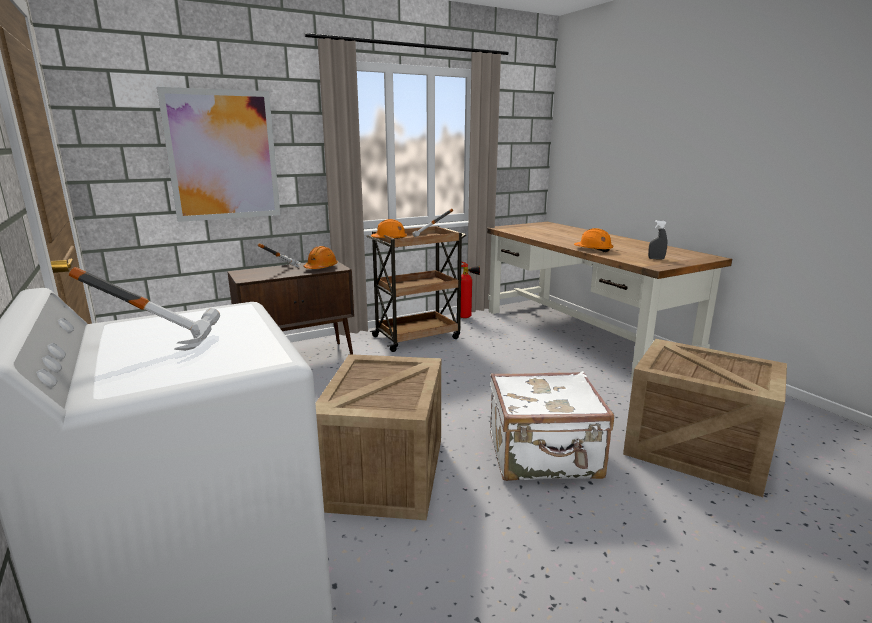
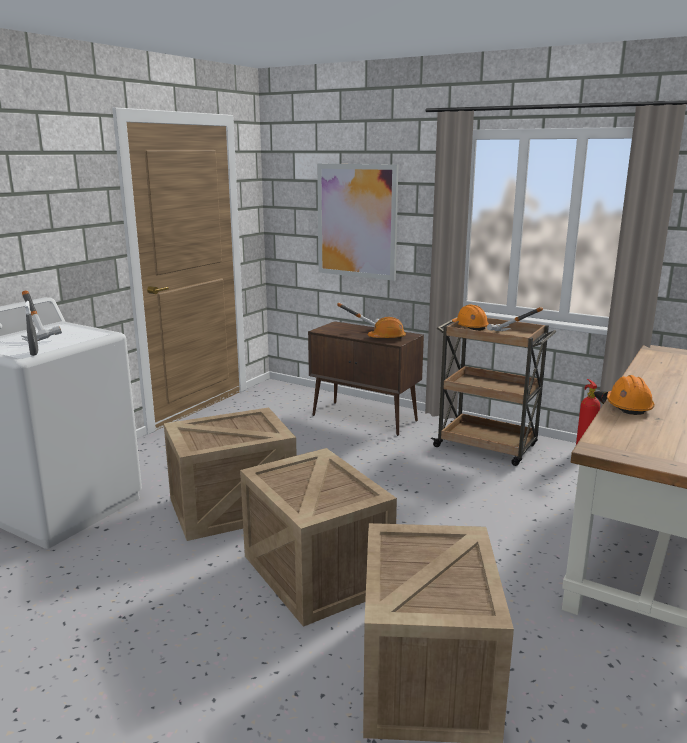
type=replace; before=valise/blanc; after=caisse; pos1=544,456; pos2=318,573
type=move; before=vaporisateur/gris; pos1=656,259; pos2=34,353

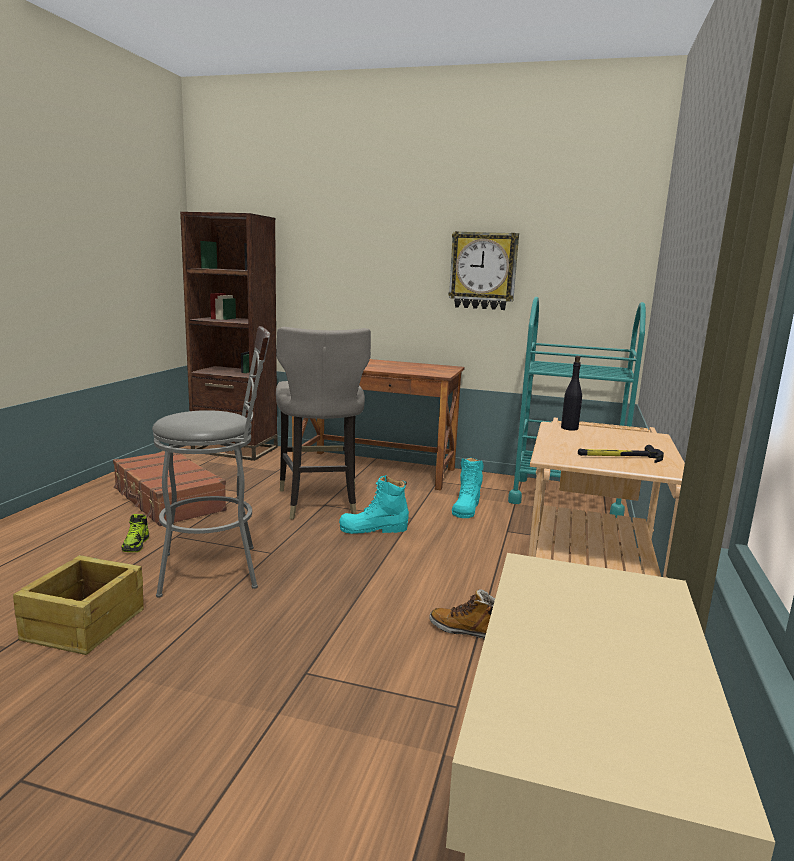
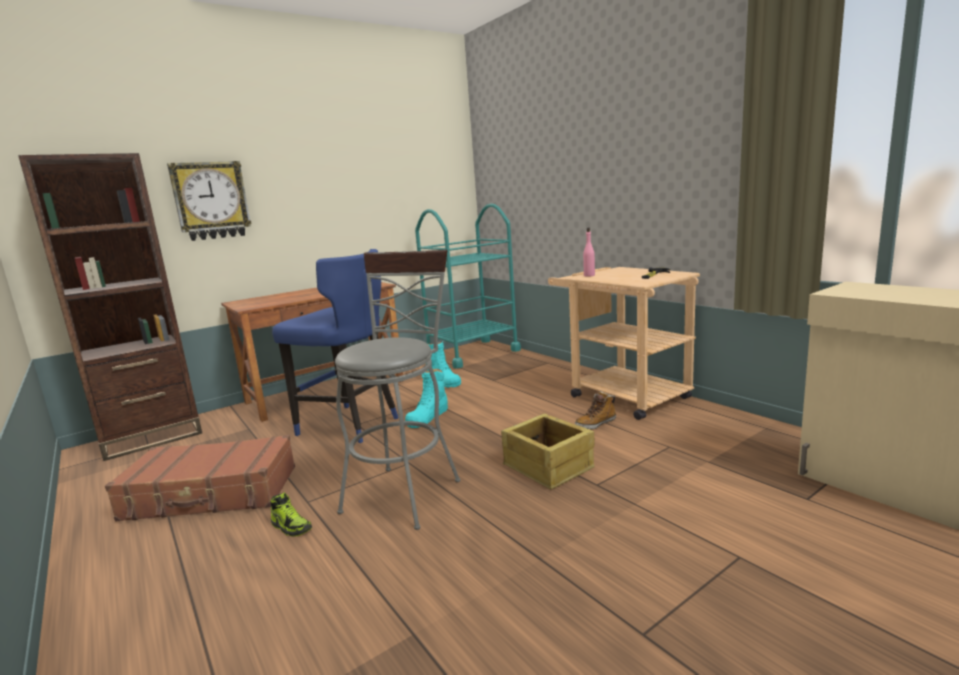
type=move; before=caisse; pos1=83,624; pos2=548,467
type=recolor; before=tabouret/gris; after=tabouret/bleu; pos1=319,503; pos2=350,425
type=move; before=horloge murale; pos1=483,271; pos2=211,201
type=recolor; before=bouteille/noir; after=bouteille/rose; pos1=569,428; pos2=589,275

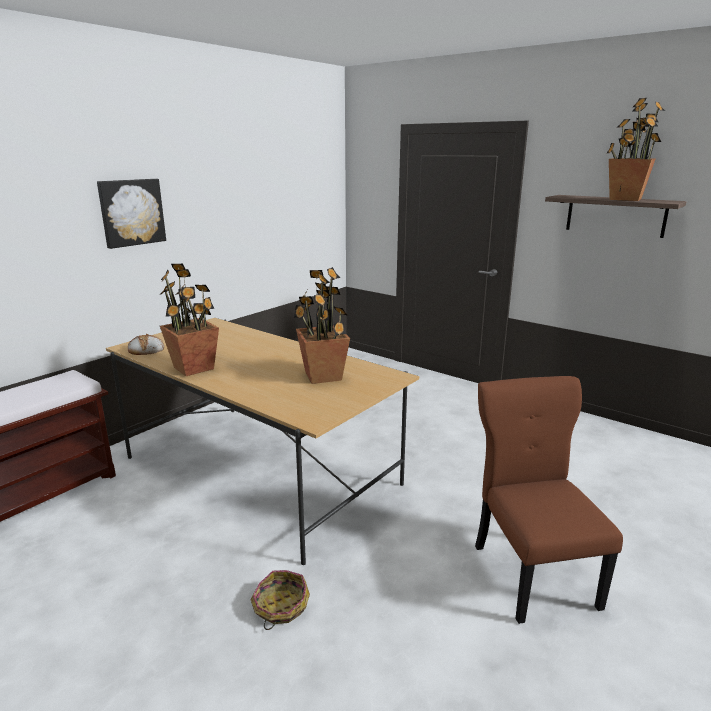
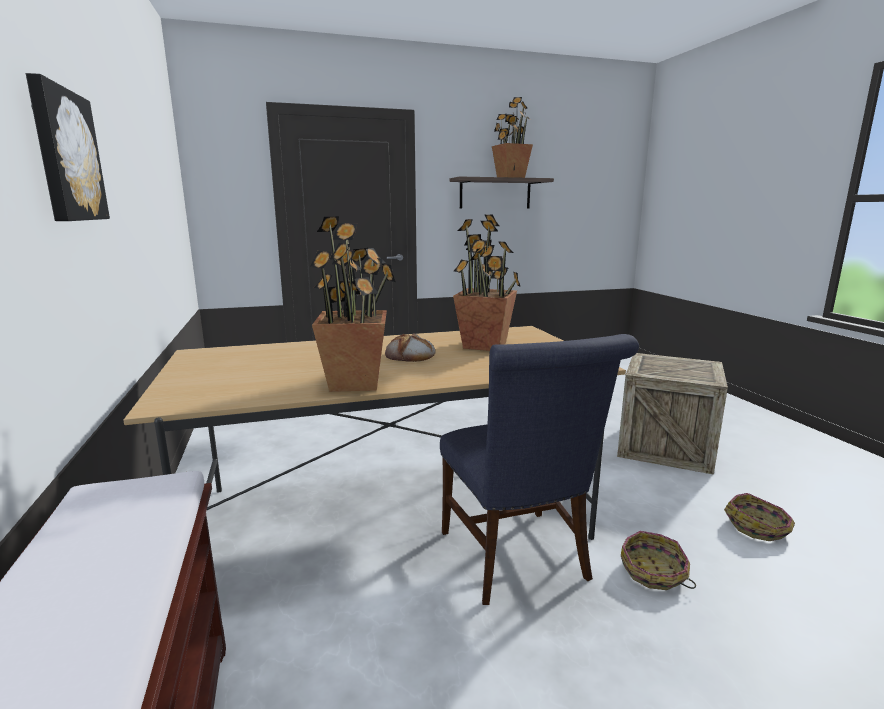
type=move; before=pain; pos1=146,349; pos2=410,355
type=replace; before=chaise/marron; after=caisse; pos1=532,572; pos2=665,447
type=insert; after=chaise/bleu; pos2=518,560
type=insert; after=panier; pos2=758,527

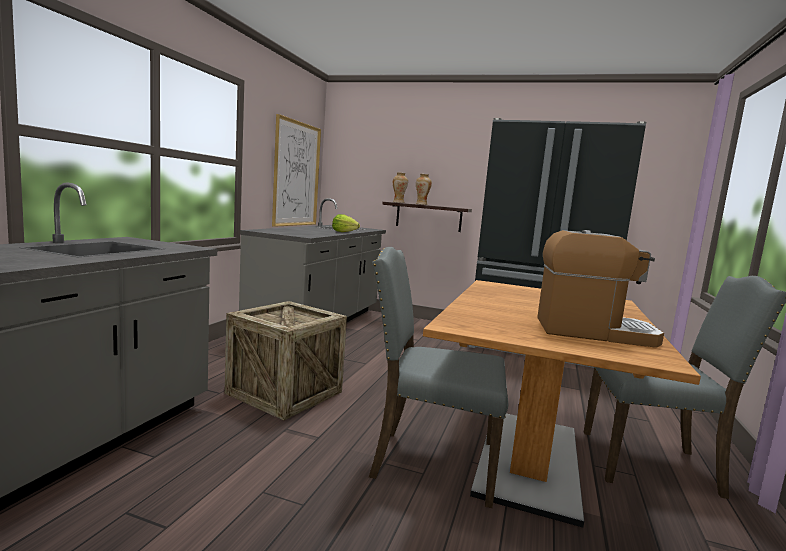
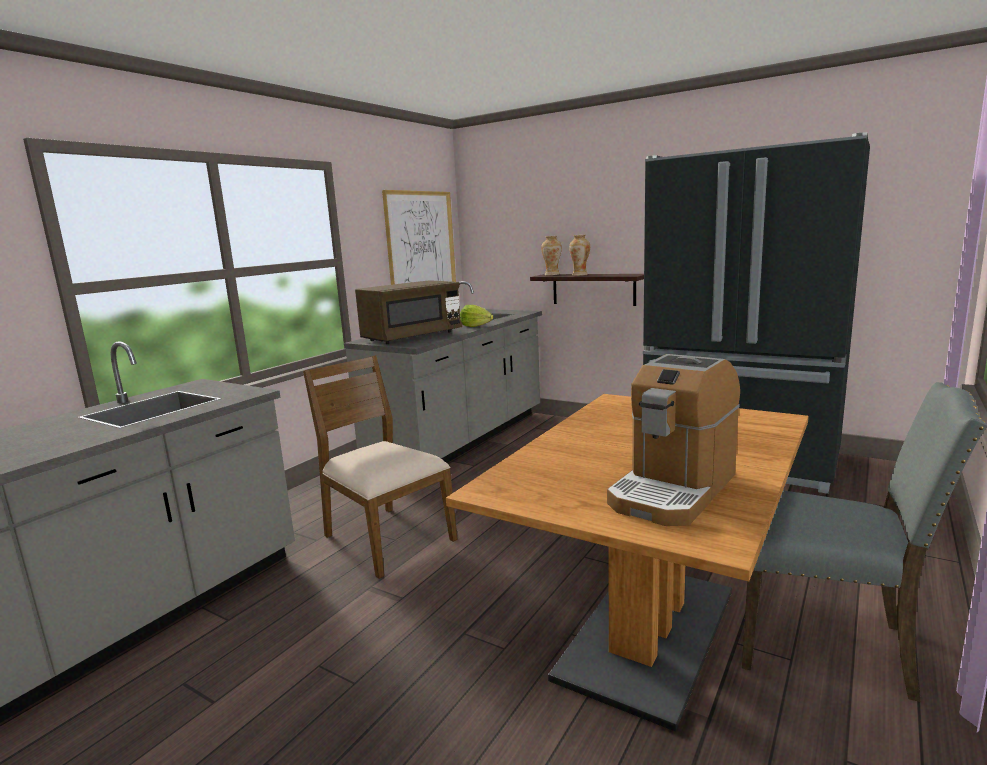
type=replace; before=caisse; after=chaise/marron; pos1=284,392; pos2=386,538
type=delete; before=chaise/gris; pos1=430,463
type=rotate; before=machine à café; pos1=593,332; pos2=673,490; turn=105
type=insert; after=micro-ondes/marron; pos2=412,337

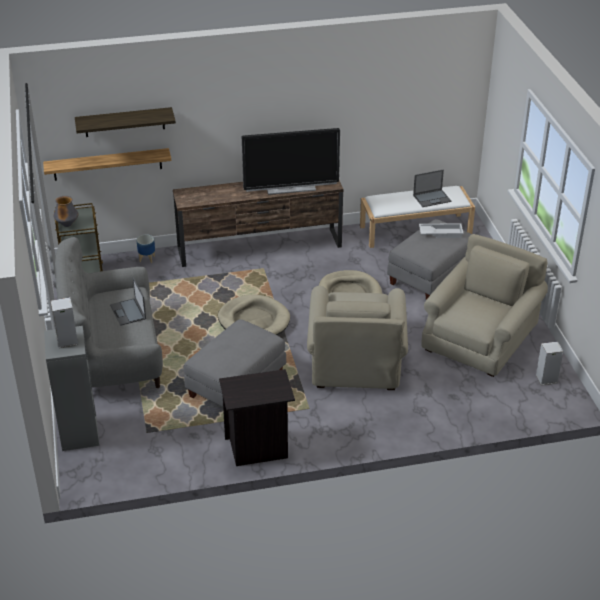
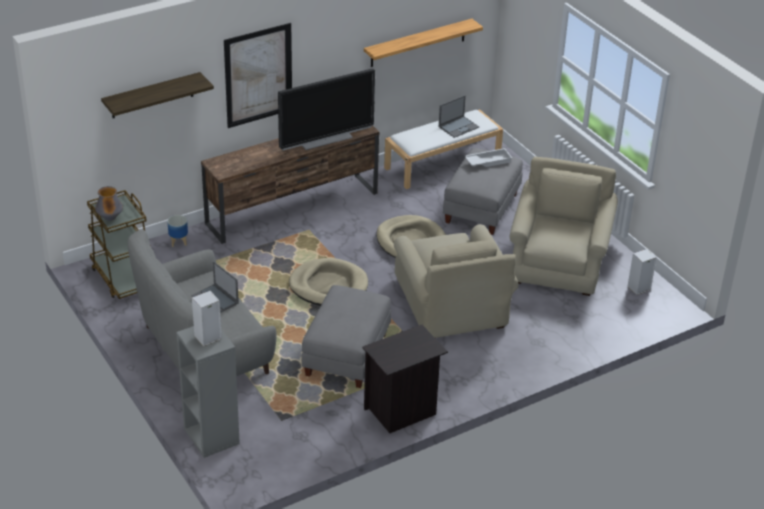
type=move; before=étagère; pos1=107,164; pos2=418,43
type=insert; after=tableau; pos2=258,75

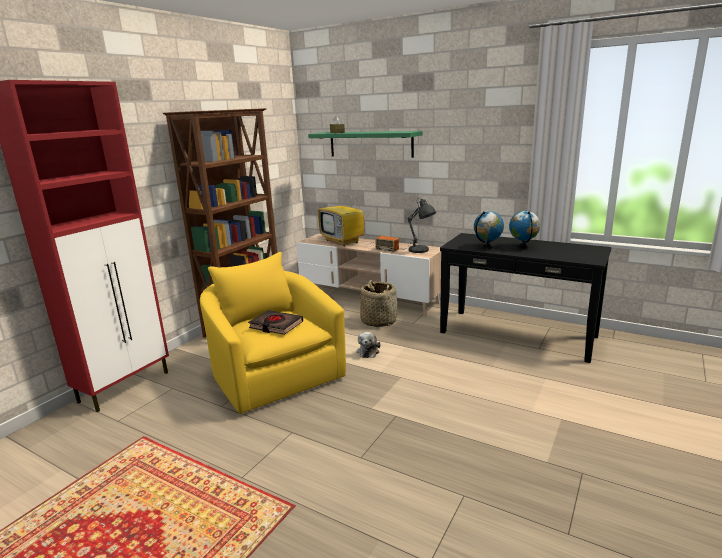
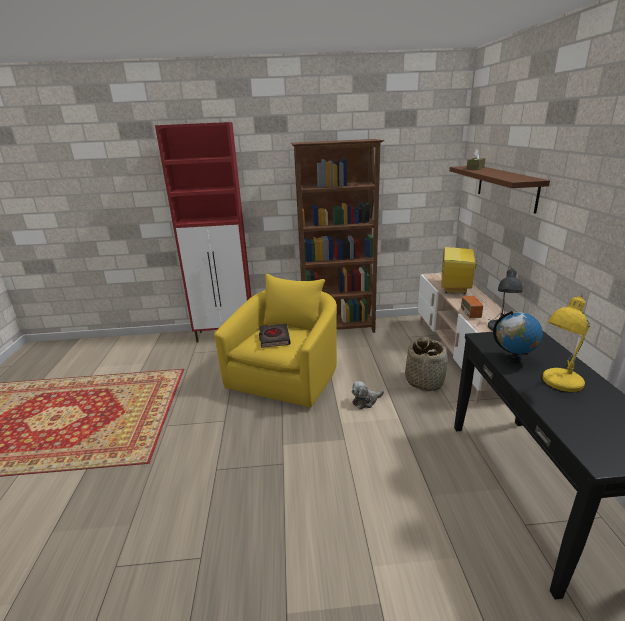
type=recolor; before=étagère/vert; after=étagère/marron; pos1=370,144; pos2=506,187
type=replace; before=globe; after=lampe de table/jaune; pos1=523,246; pos2=559,383

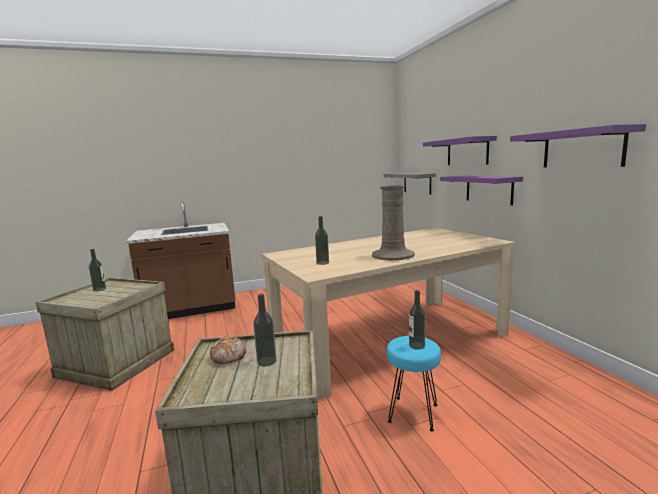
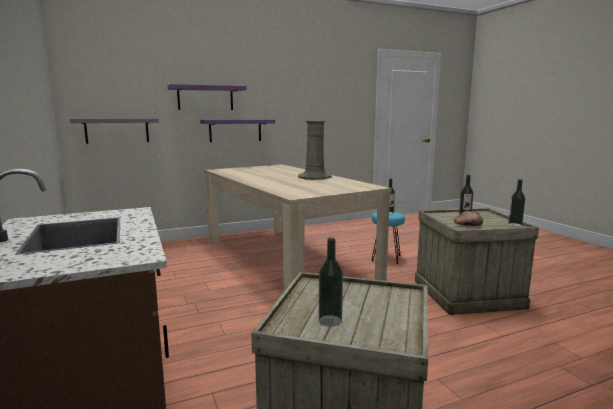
type=move; before=bouteille; pos1=322,263; pos2=515,225
type=delete; before=étagère/violet; pos1=582,148

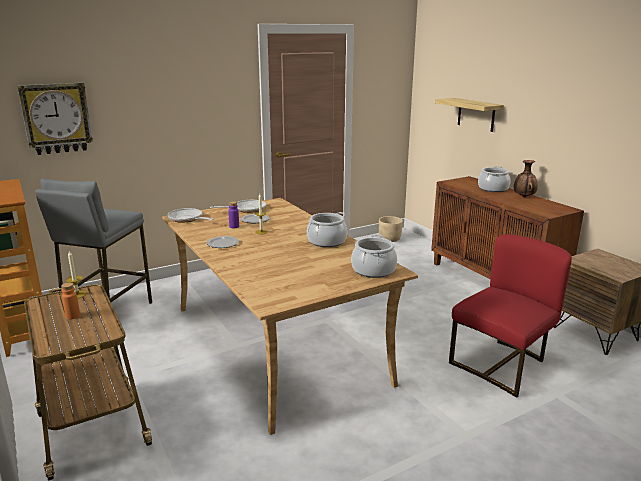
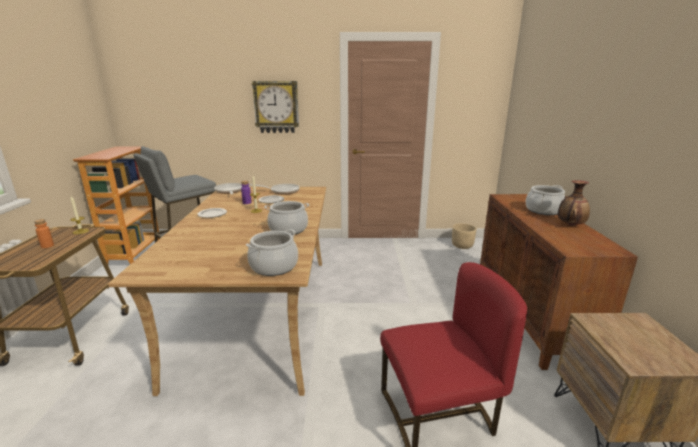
type=move; before=horloge murale; pos1=56,118; pos2=276,107
type=delete; before=étagère; pos1=476,114

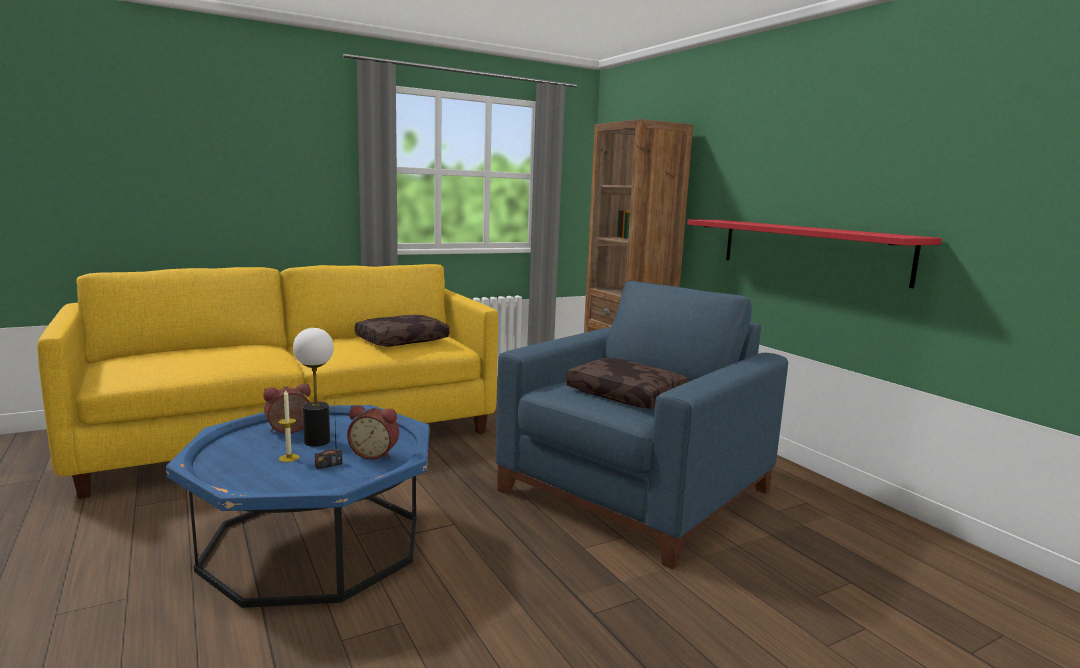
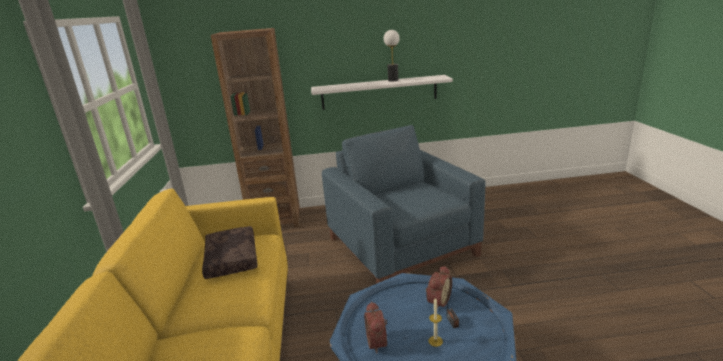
type=move; before=lampe de table; pos1=317,441; pos2=393,80
type=delete; before=coussin/marron; pos1=627,395
type=recolor; before=étagère/rouge; after=étagère/blanc; pos1=810,249; pos2=379,92

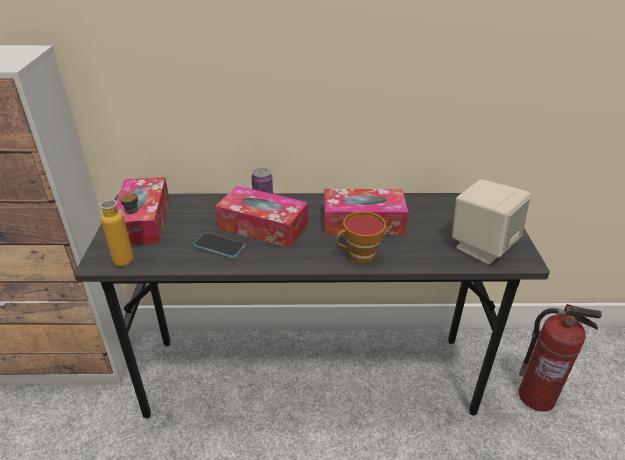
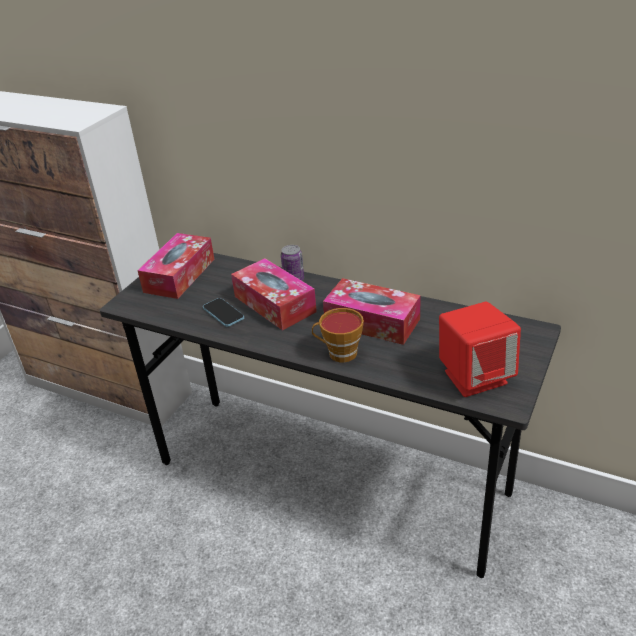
type=delete; before=bouteille; pos1=132,260
type=recolor; before=enceinte/beige; after=enceinte/rouge; pos1=482,246; pos2=475,377
type=delete; before=extincteur; pos1=536,396

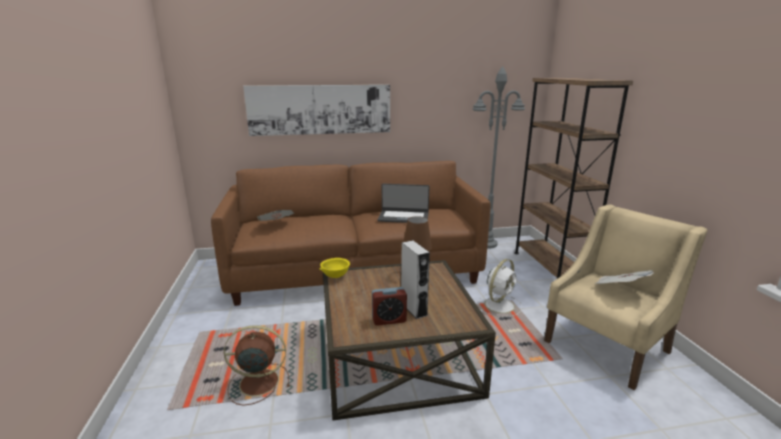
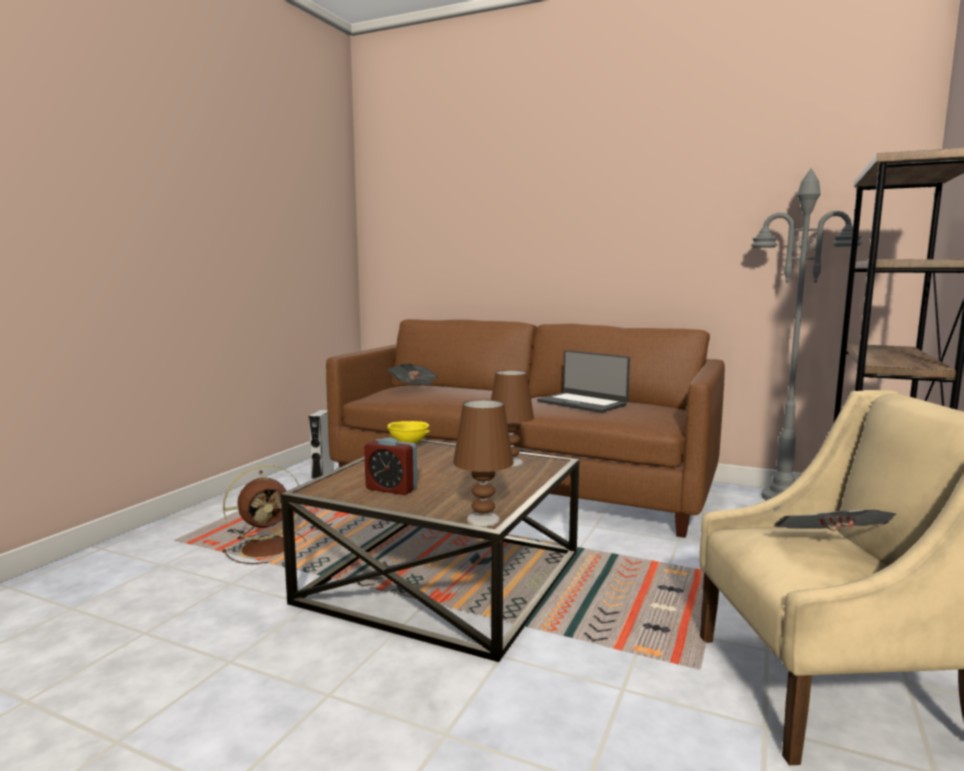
type=rotate; before=ventilateur/marron; pos1=257,383; pos2=269,547; turn=120
type=delete; before=tableau; pos1=320,109
type=move; before=enceinte/gris; pos1=413,309; pos2=323,474
type=delete; before=ventilateur/blanc; pos1=500,305
type=insert; after=lampe de table/marron; pos2=482,520

